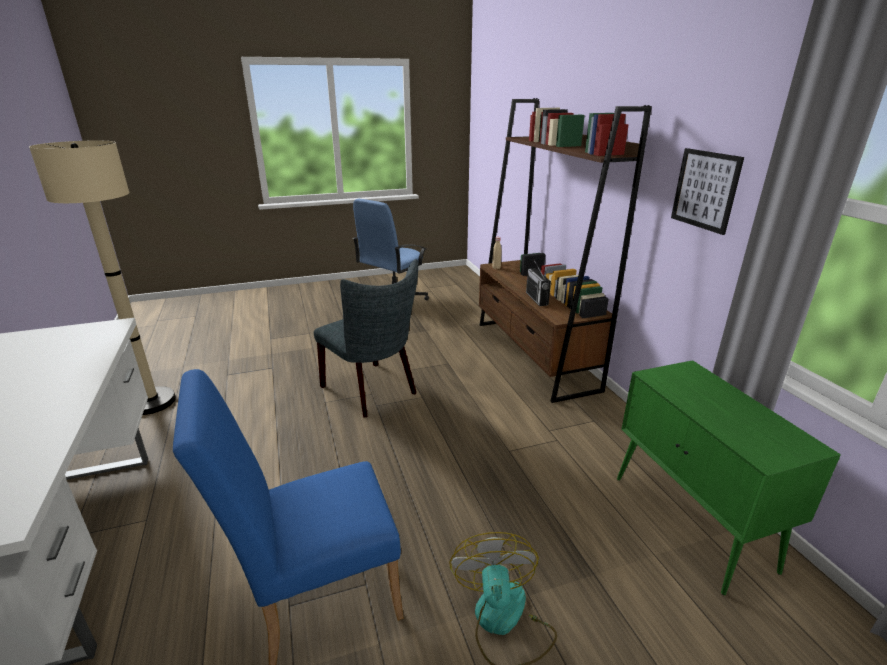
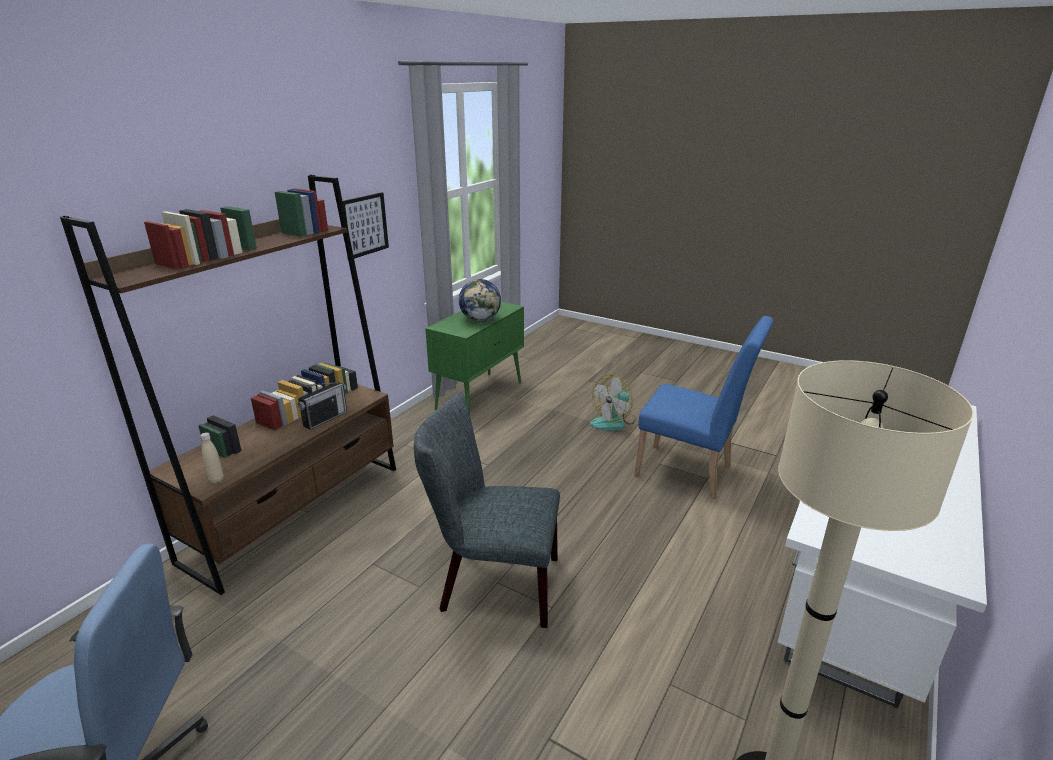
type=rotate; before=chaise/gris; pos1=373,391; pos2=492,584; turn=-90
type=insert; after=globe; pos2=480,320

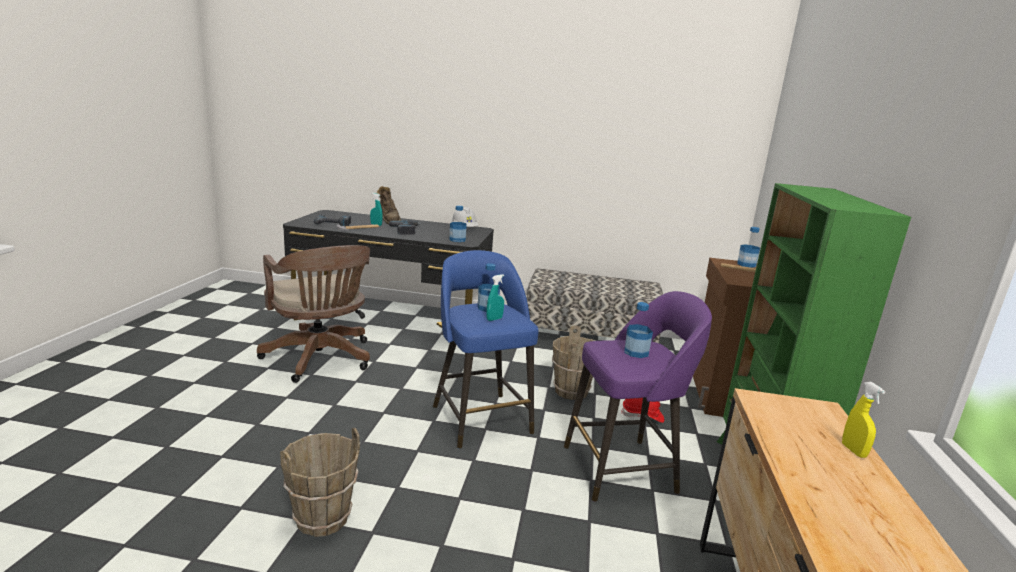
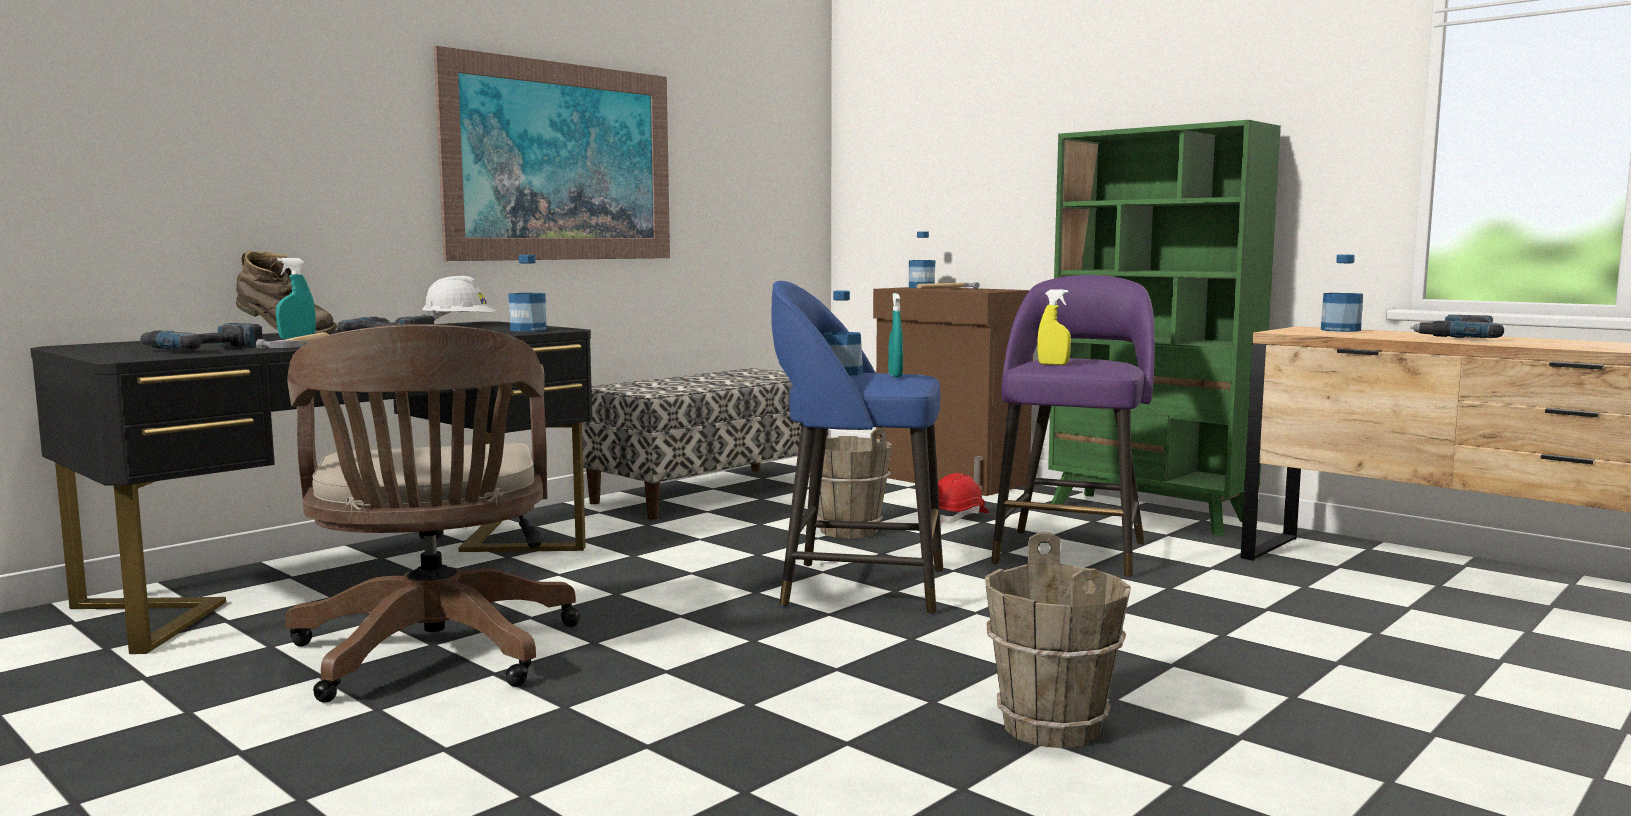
type=rotate; before=chaise de bureau/marron; pos1=321,359; pos2=435,656; turn=75
type=move; before=bouteille; pos1=636,352; pos2=1340,330
type=move; before=vaporisateur/jaune; pos1=853,451; pos2=1053,364
type=insert; after=tableau; pos2=561,162
type=insert; after=perceuse; pos2=1457,337

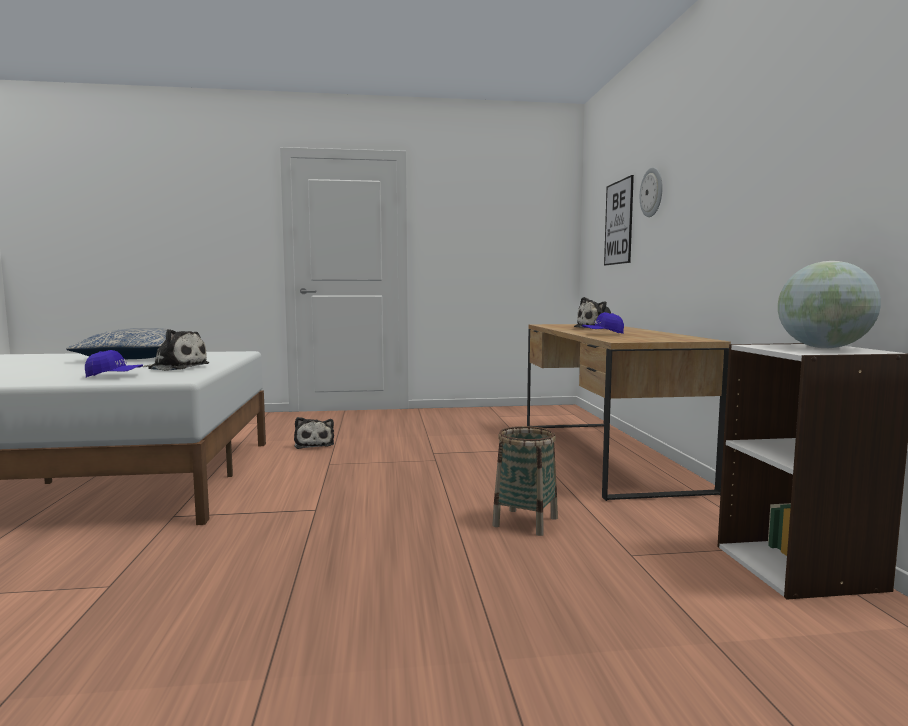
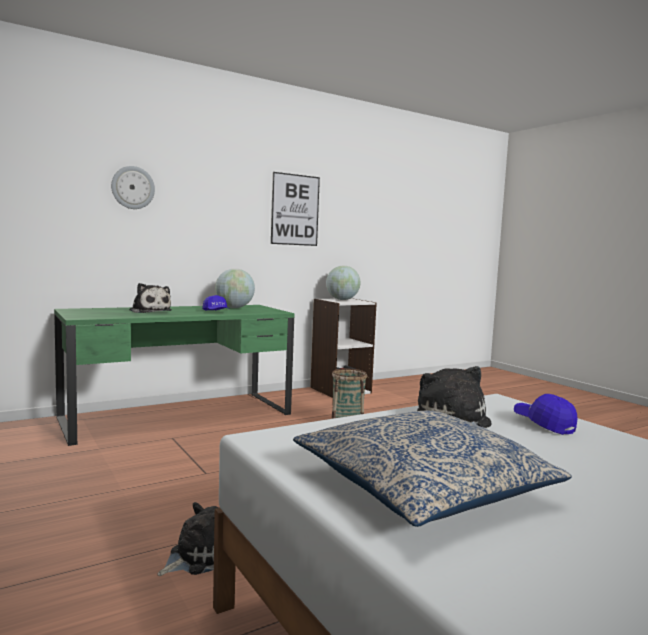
type=recolor; before=bureau/marron; after=bureau/vert; pos1=604,454; pos2=178,416
type=move; before=tableau; pos1=618,222; pos2=295,210
type=insert; after=globe; pos2=234,307

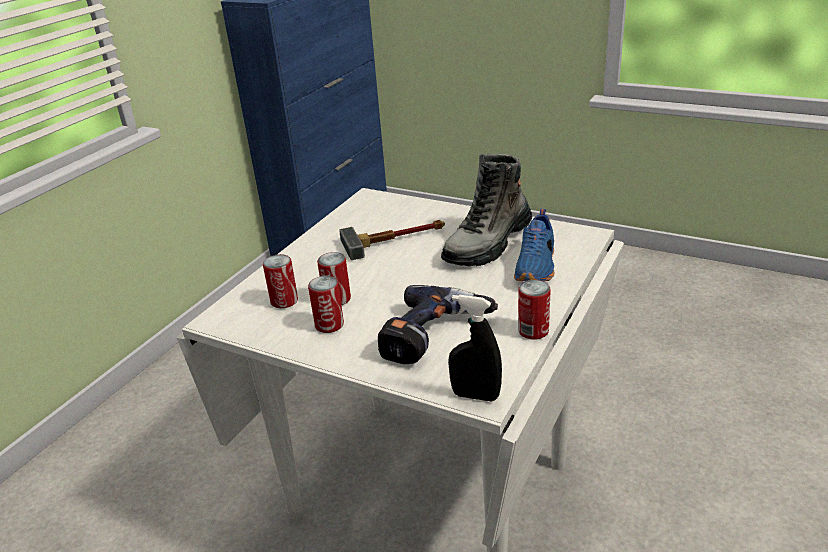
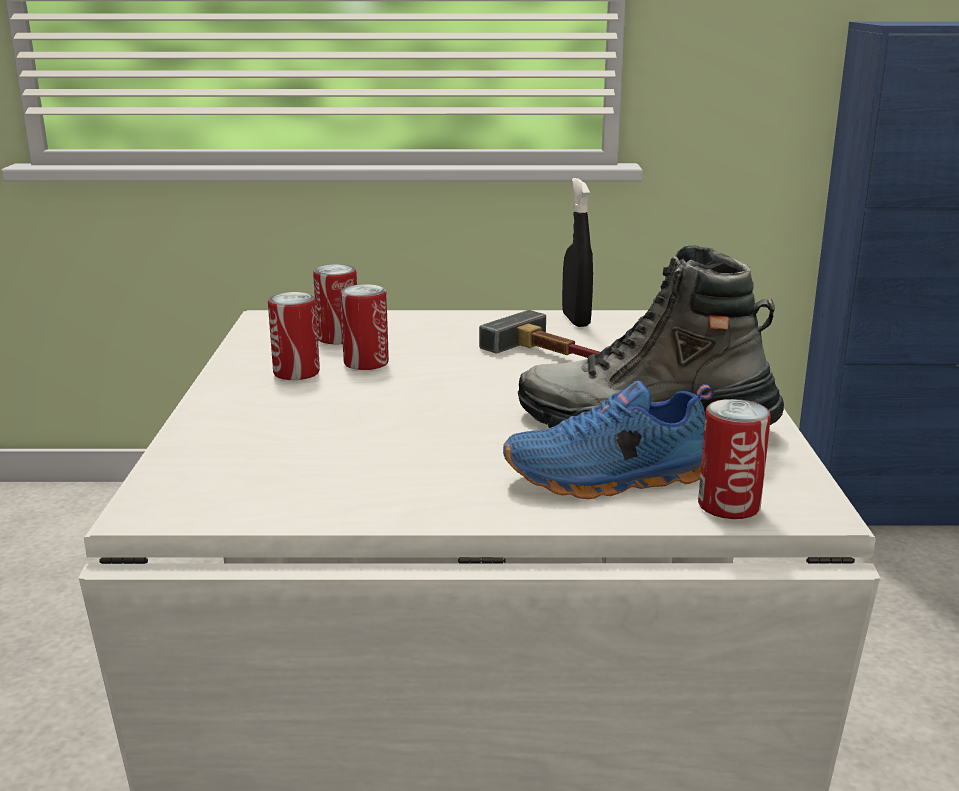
type=delete; before=perceuse; pos1=436,337
type=move; before=vaporisateur/noir; pos1=475,395; pos2=576,320
type=move; before=boîte métallique; pos1=533,331; pos2=728,506

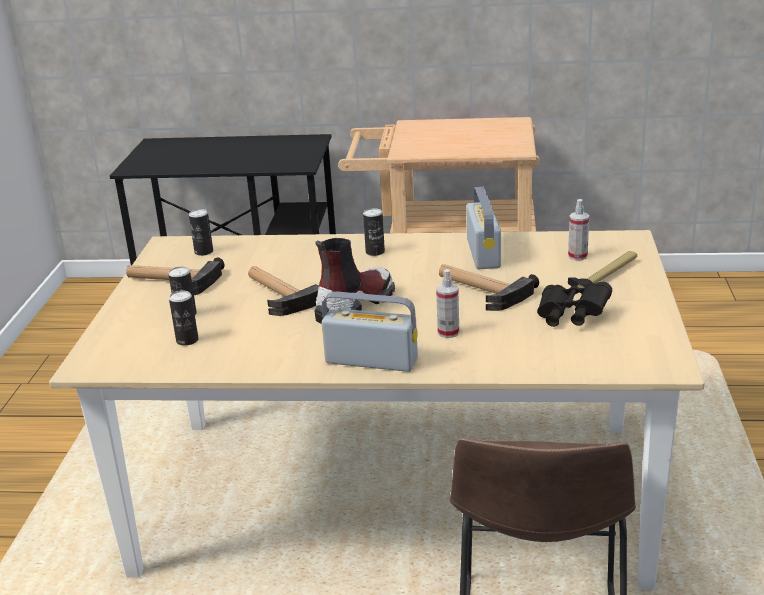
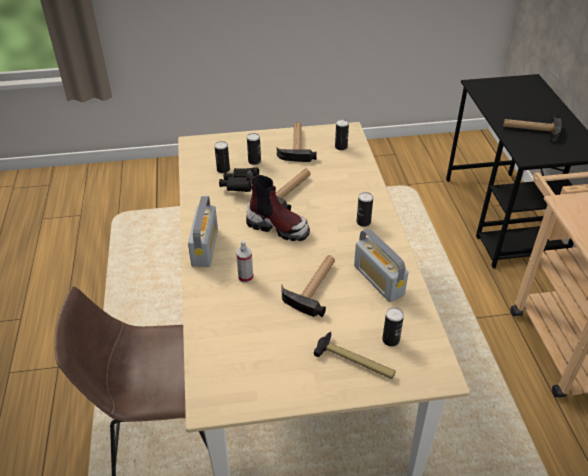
type=rotate; before=radio; pos1=483,253; pos2=378,280; turn=75
type=move; before=jumelles/noir; pos1=571,317; pos2=239,186
type=replace; before=vaporisateur; after=boîte métallique; pos1=577,256; pos2=390,340
type=insert; after=marteau; pos2=531,130

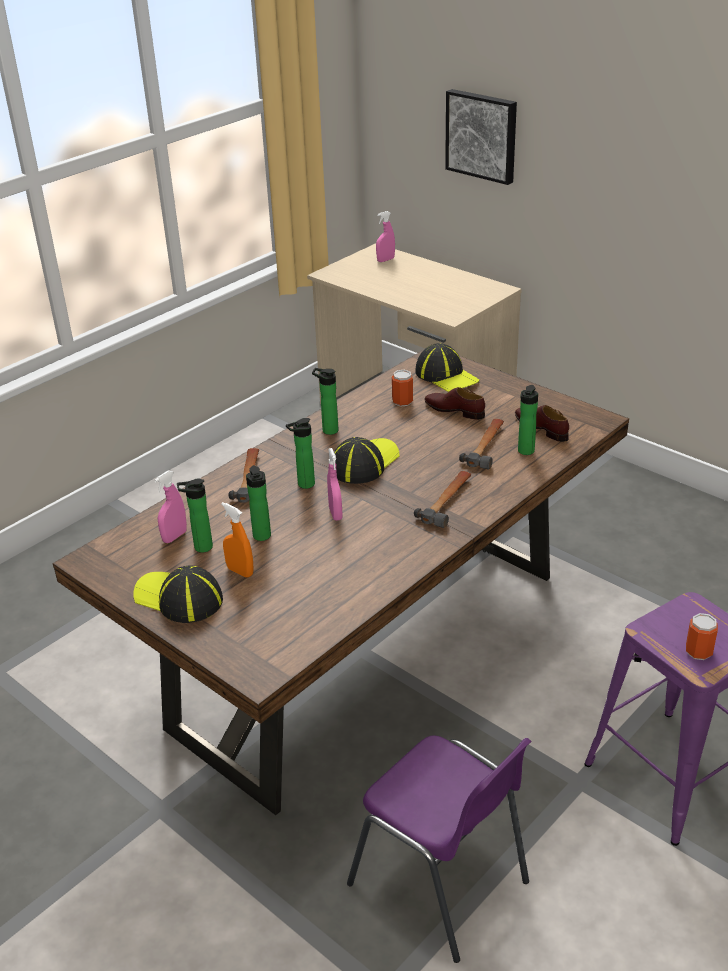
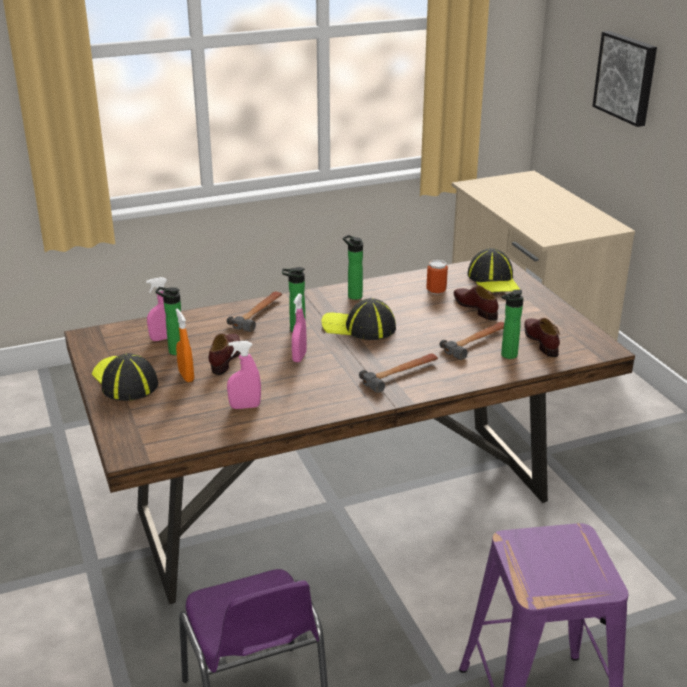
type=replace; before=bouteille; after=chaussure/marron; pos1=262,537; pos2=226,357
type=rotate; before=casquette; pos1=364,463; pos2=359,327; turn=-135
type=move; before=vaporisateur/rose; pos1=385,260; pos2=245,406
type=delete; before=boîte métallique; pos1=698,651

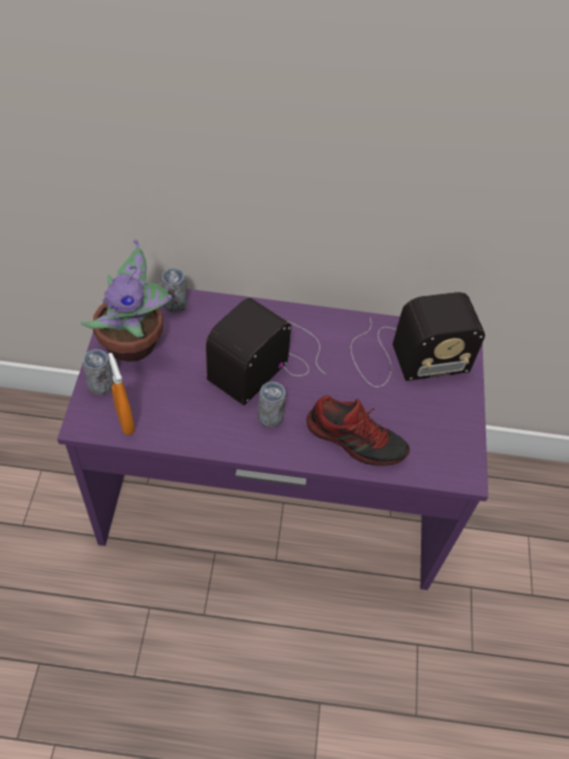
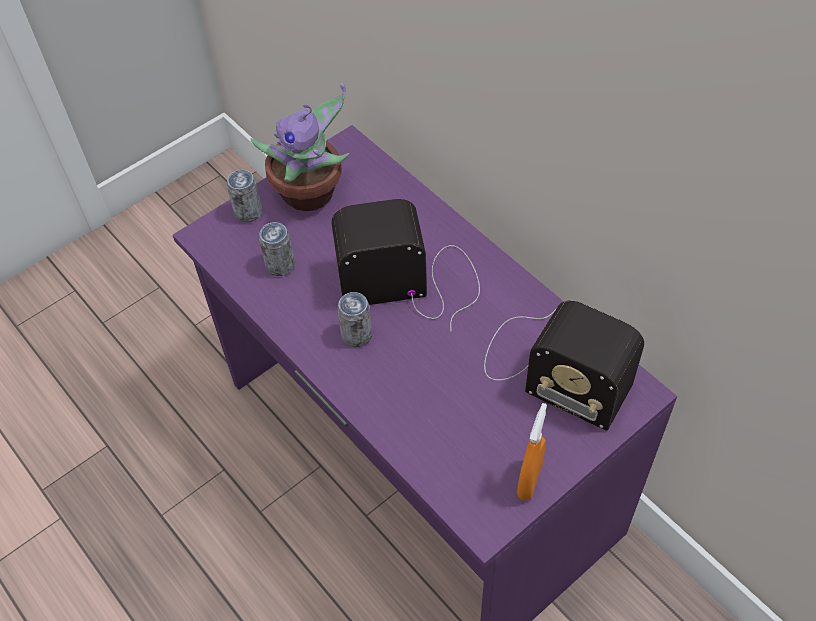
type=move; before=vaporisateur/orange; pos1=125,421; pos2=529,481
type=move; before=boîte métallique; pos1=175,304; pos2=280,265
type=delete; before=chaussure; pos1=355,439

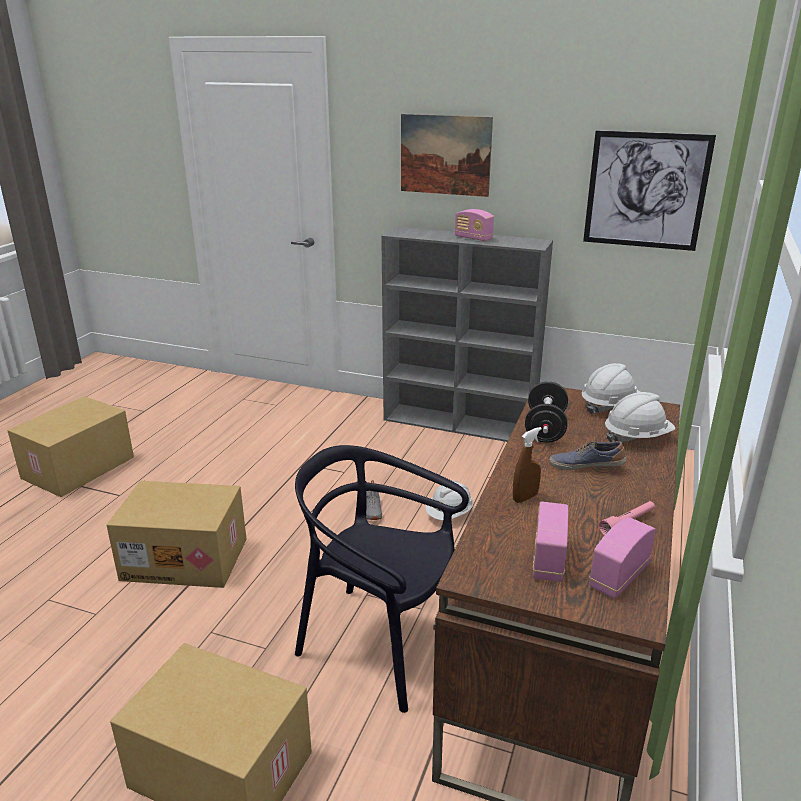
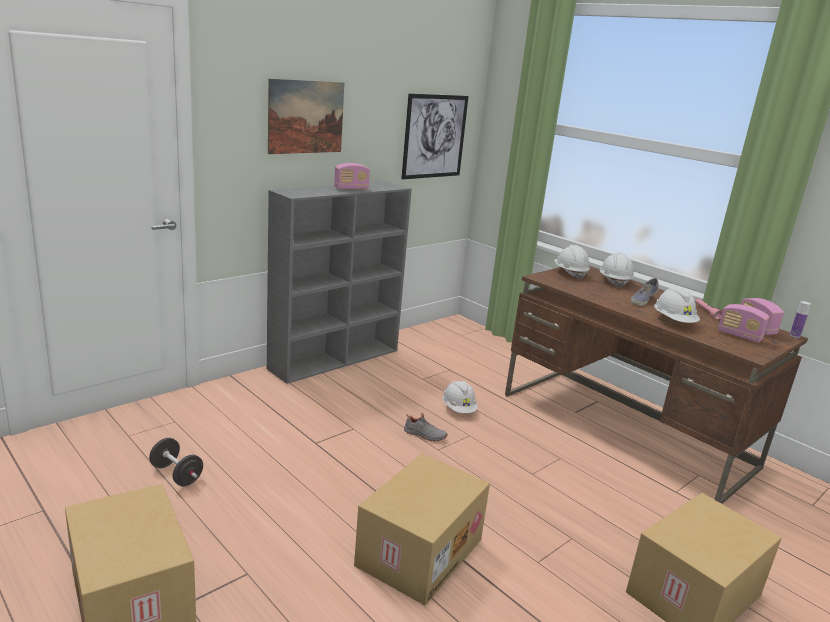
type=delete; before=chaise/noir; pos1=380,642
type=replace; before=vaporisateur/marron; after=casque de chantier/blanc; pos1=525,498; pos2=673,321
type=move; before=haltère/noir; pos1=545,429; pos2=176,474
type=insert; after=bouteille; pos2=795,335

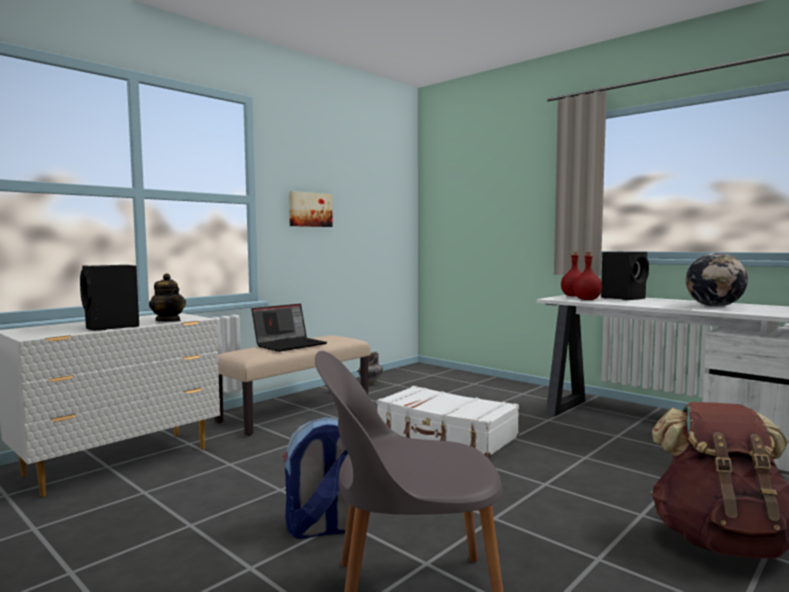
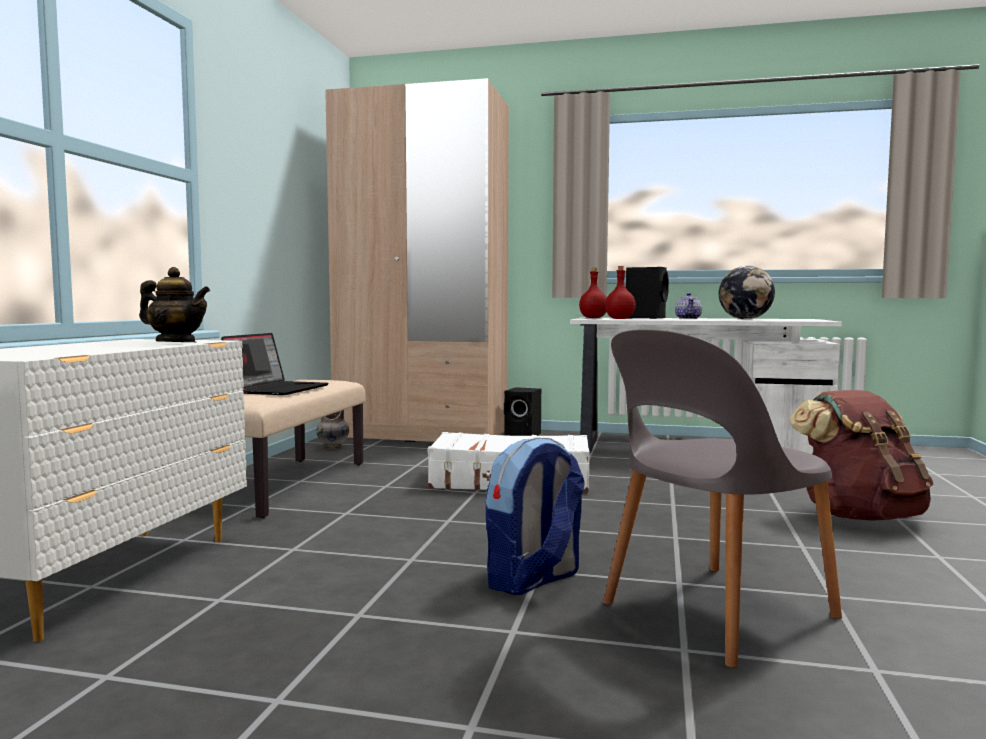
type=move; before=enceinte/noir; pos1=112,327; pos2=524,436
type=delete; before=tableau; pos1=309,209
type=insert; after=armoire/beige; pos2=423,434
type=insert; after=théière; pos2=688,318

